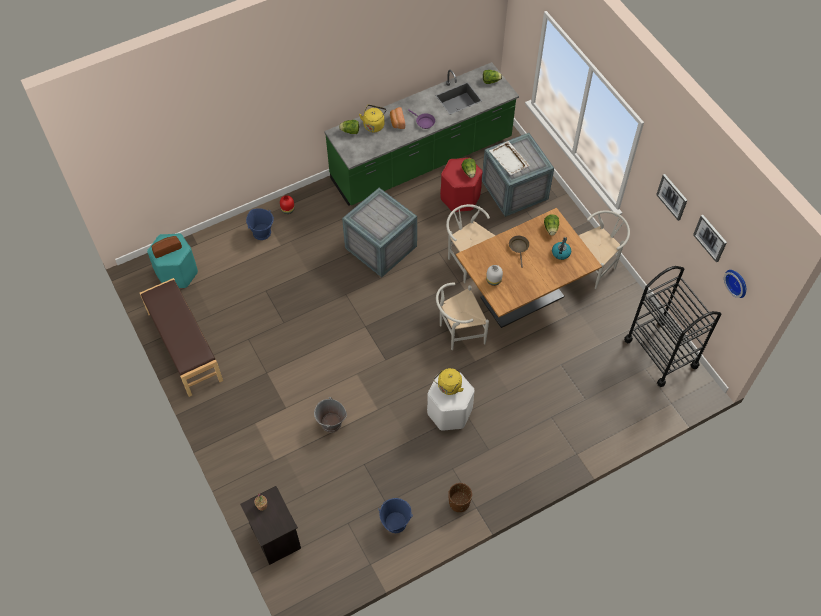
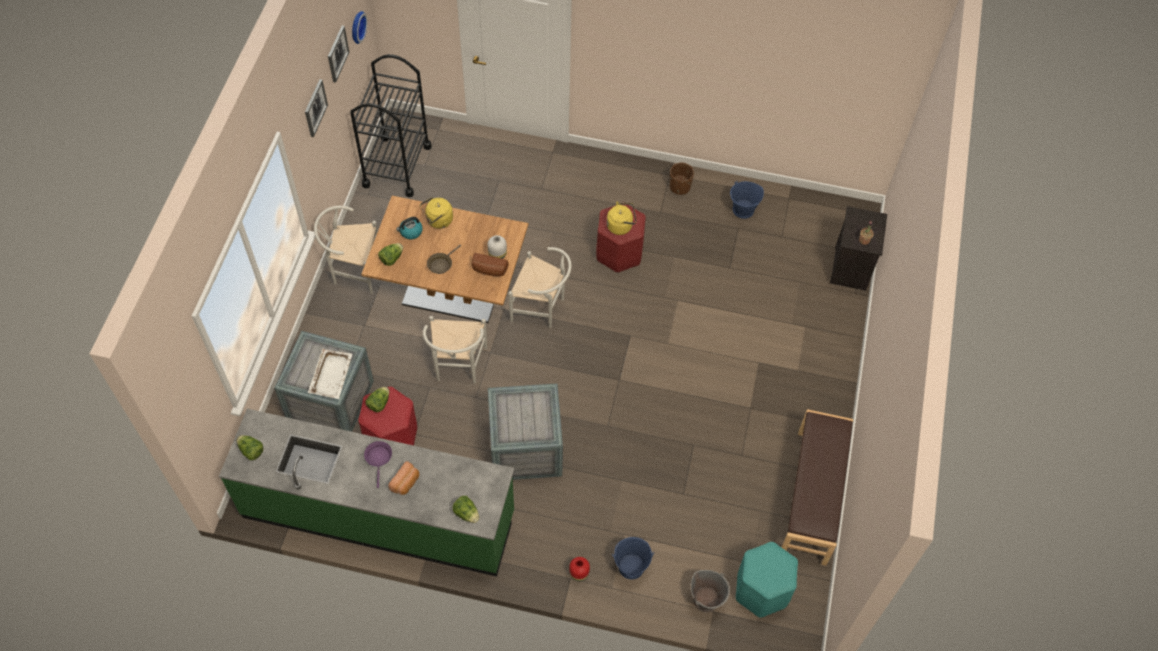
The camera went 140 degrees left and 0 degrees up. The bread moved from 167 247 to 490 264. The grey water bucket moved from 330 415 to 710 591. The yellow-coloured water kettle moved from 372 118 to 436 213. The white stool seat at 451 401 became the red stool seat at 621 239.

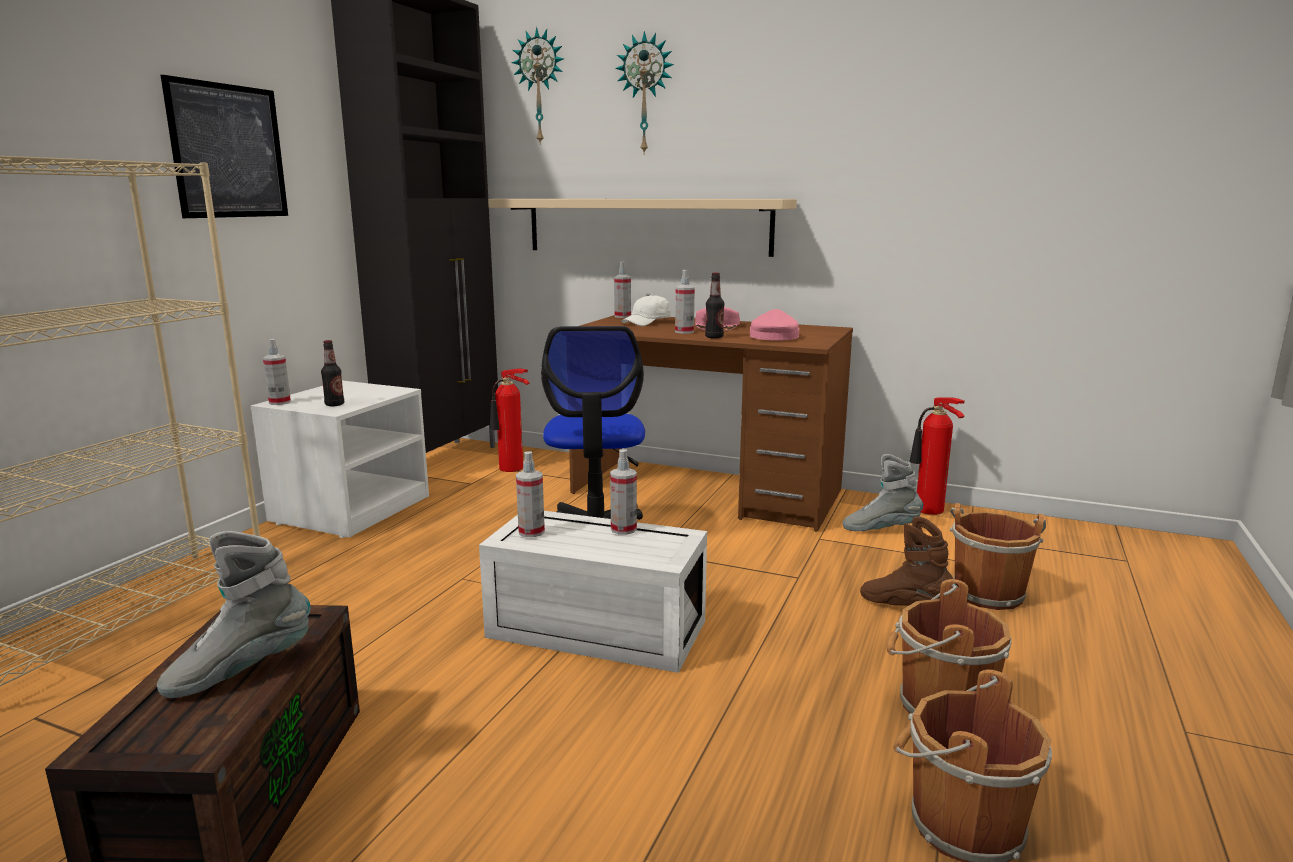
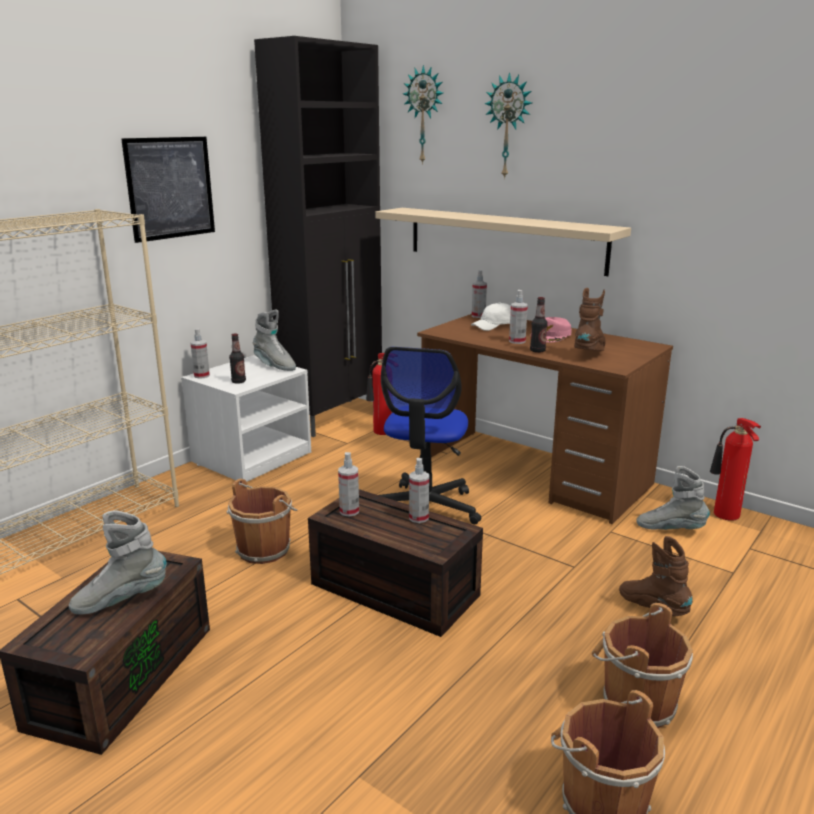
The camera went 15 degrees right and 5 degrees up. The white storage bin at 593 592 became the brown-coloured storage bin at 395 563. The pink peaked cap at 774 325 was replaced by the brown-coloured high-top boot at 590 319. The brown-coloured water bucket moved from 998 556 to 262 521. The grey high-top boot at 274 340 appeared.

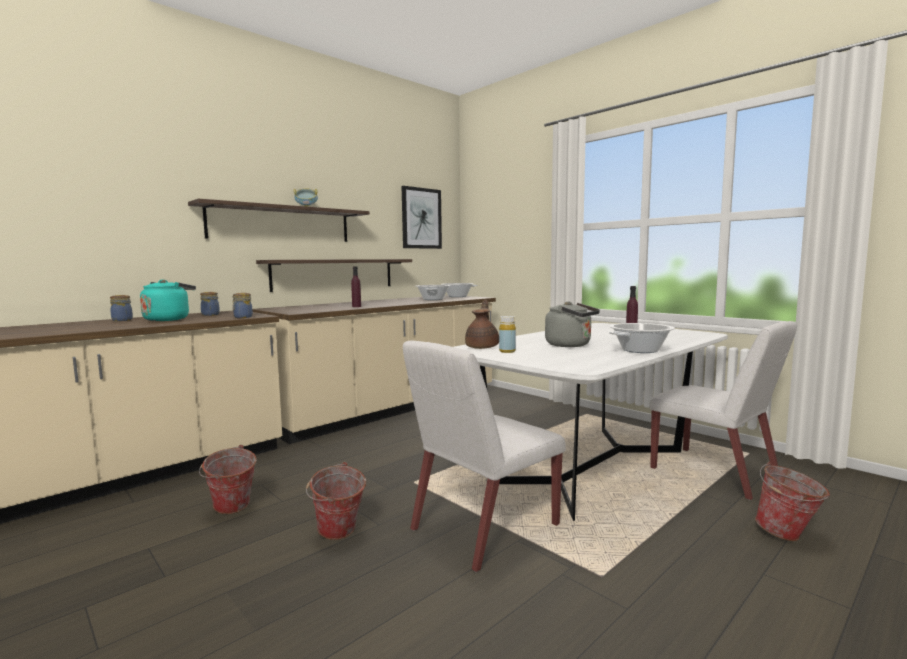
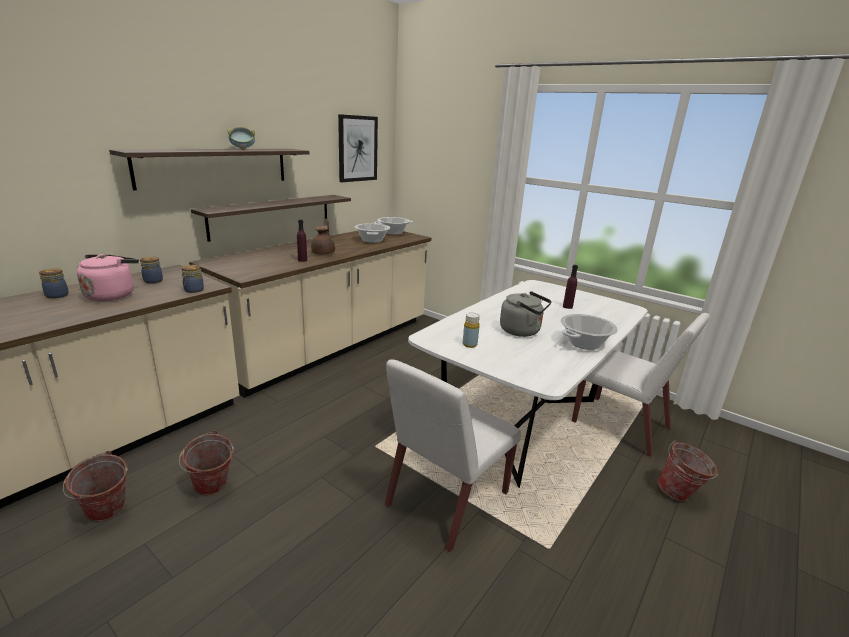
The camera went 10 degrees left and 15 degrees up. The blue-green water kettle at 168 300 became the pink water kettle at 108 277. The water bucket moved from 336 501 to 95 486. The brown-coloured tea pot moved from 482 324 to 323 237.

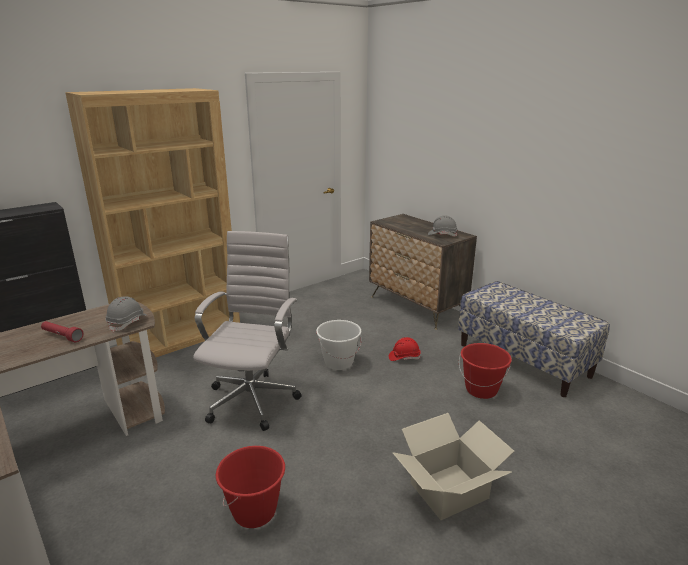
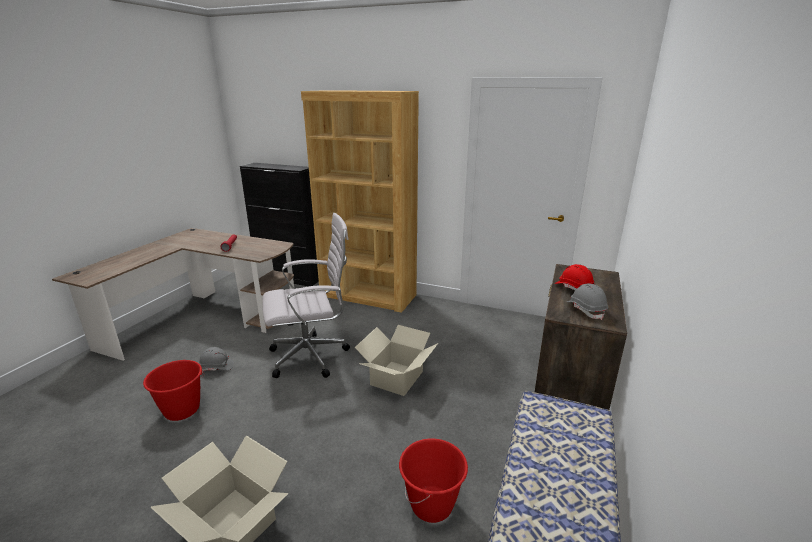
The camera went 60 degrees right and 0 degrees up. The grey hard hat moved from 126 314 to 216 359. The white water bucket at 338 345 was replaced by the cardboard box at 396 360. The red hard hat moved from 405 349 to 574 277.

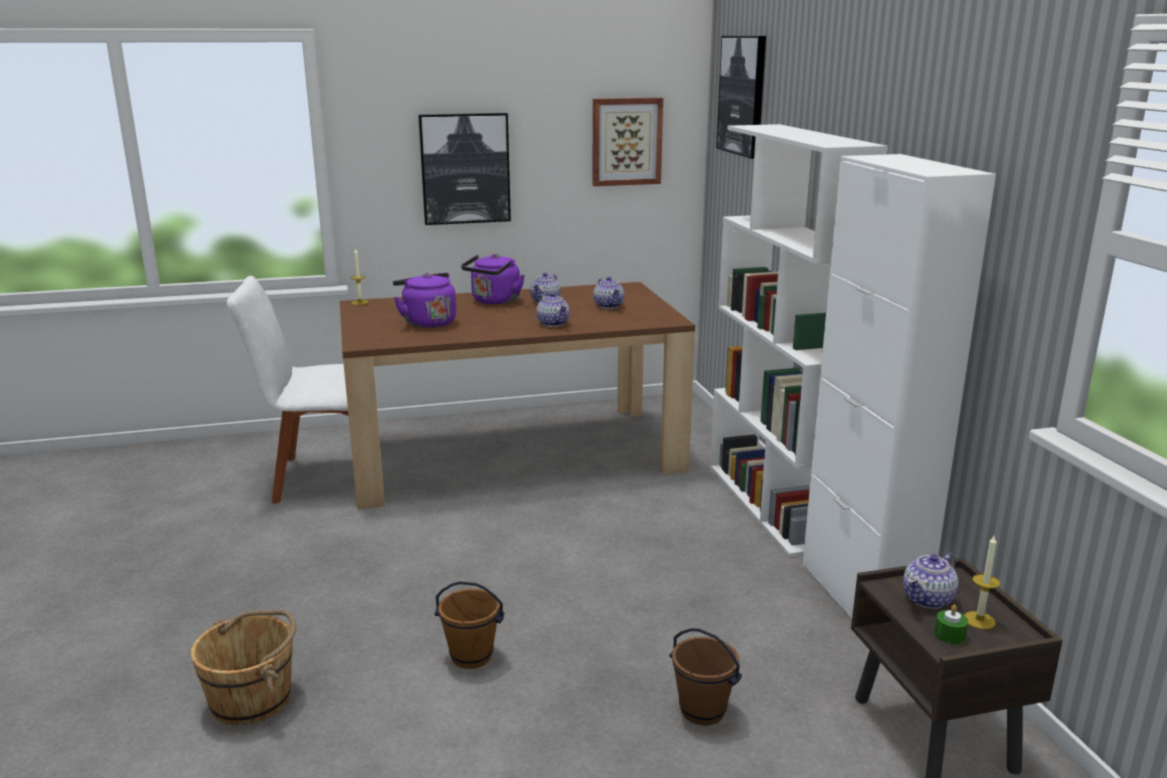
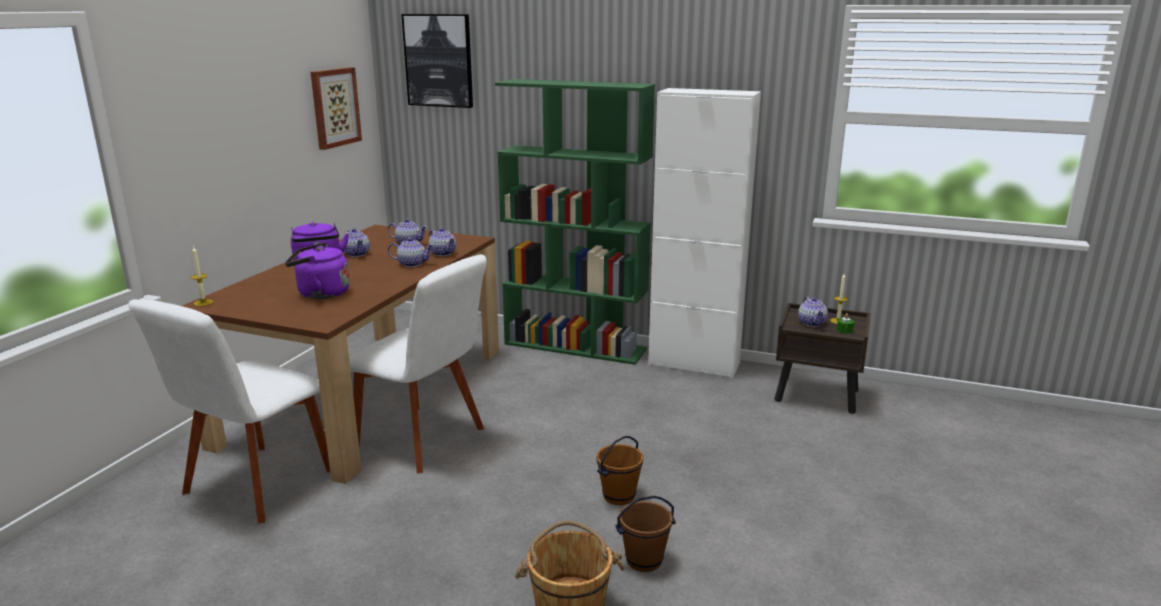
The camera went 55 degrees left and 0 degrees up. The wall art at 464 169 disappeared. The brown-coloured water bucket moved from 705 676 to 645 534. The white bookcase at 799 340 became the greenish bookcase at 575 222. The white chair at 417 364 appeared. The tea pot at 442 242 appeared.

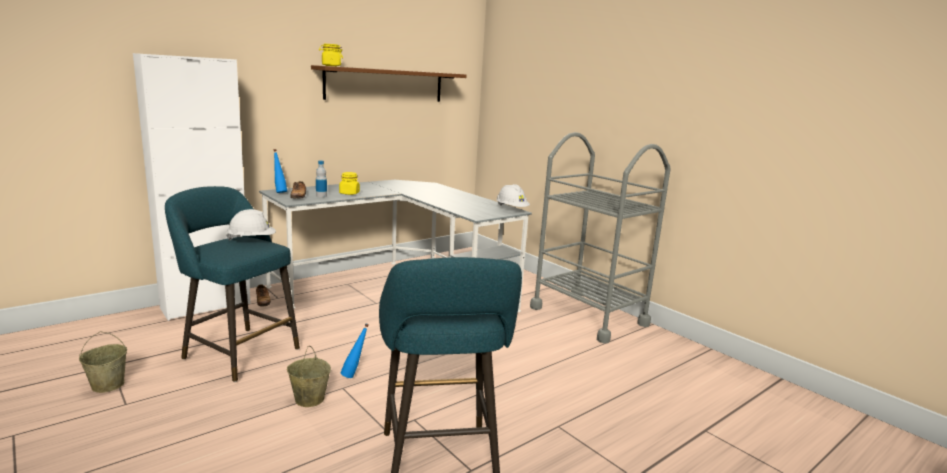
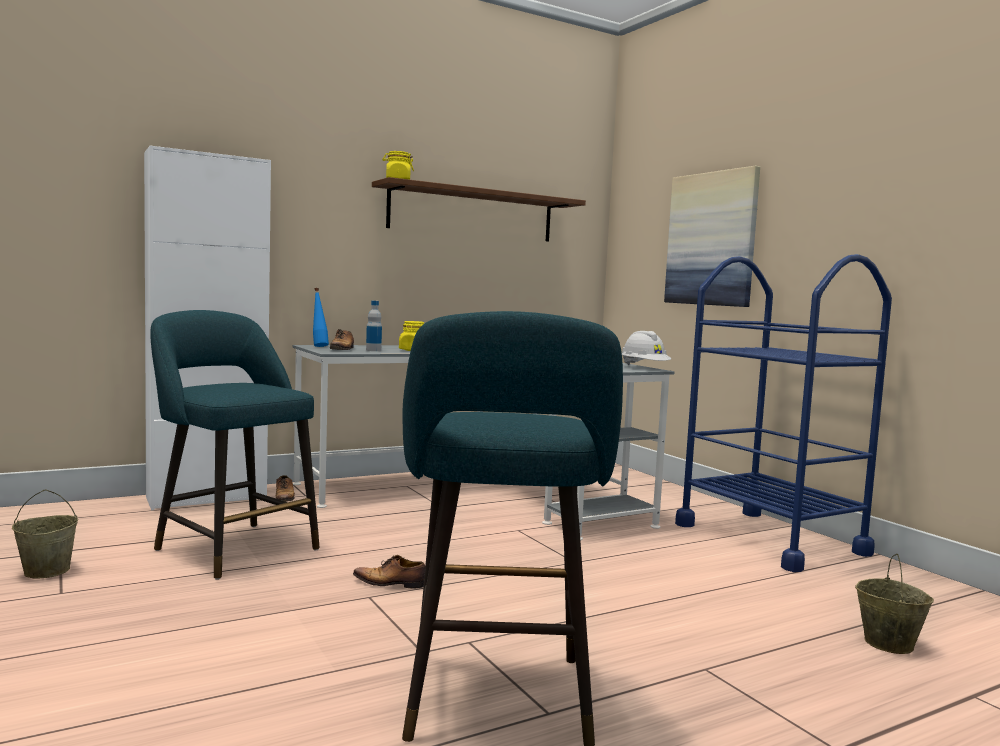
The camera went 10 degrees right and 10 degrees down. The white hard hat at 251 224 disappeared. The sand-coloured water bucket moved from 309 376 to 894 604. The blue drink bottle at 355 350 was replaced by the low shoe at 389 572. The grey wheeled cart at 600 238 became the blue wheeled cart at 783 413. The wall art at 712 236 appeared.

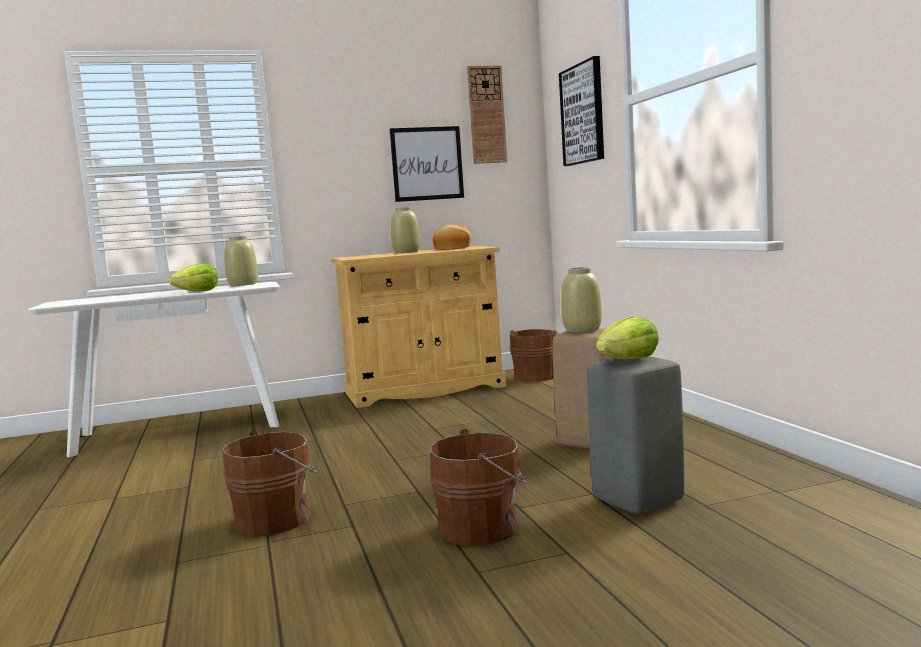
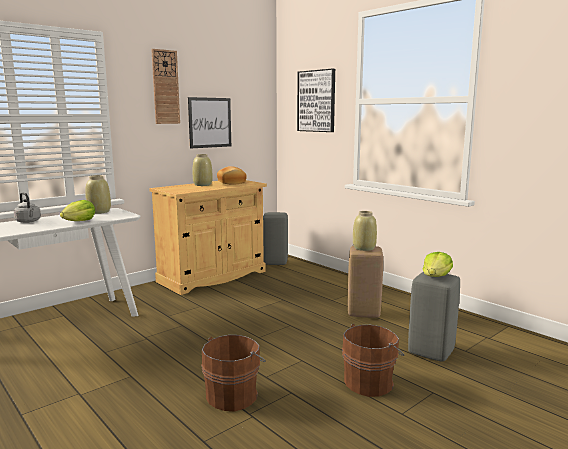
The camera went 25 degrees left and 5 degrees up. The clock on the wall moved from 487 115 to 165 86. The brown-coloured water bucket at 534 355 was replaced by the grey stool seat at 275 238. The grey water kettle at 27 207 appeared.

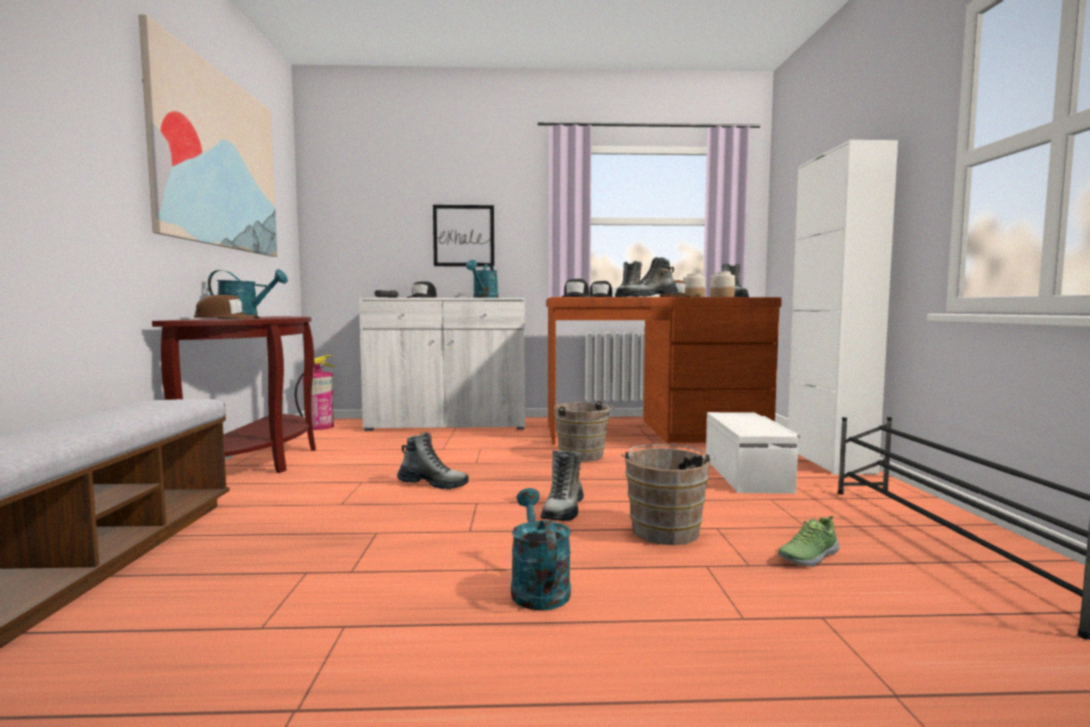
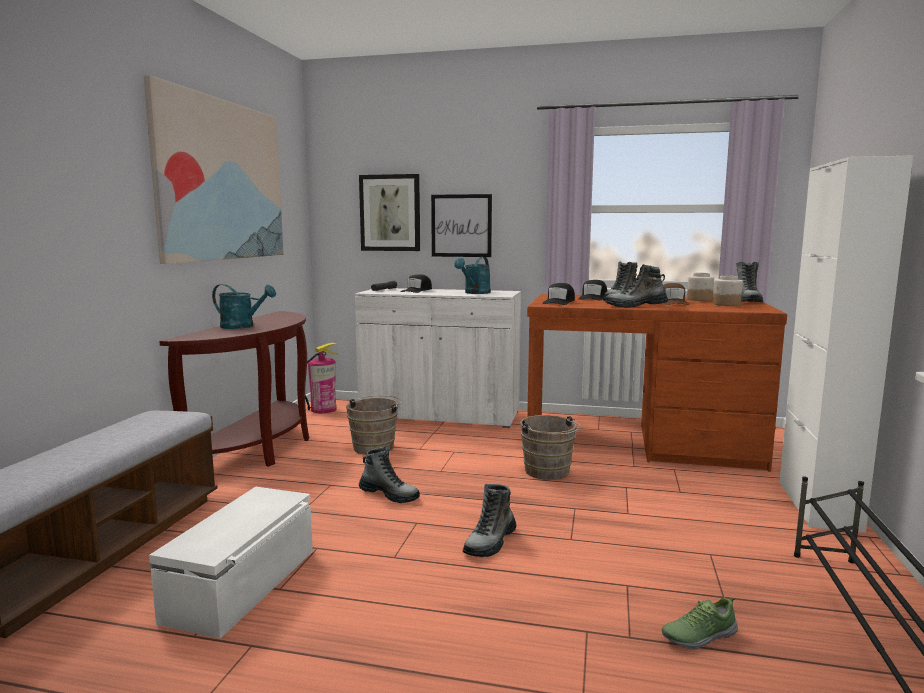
The camera went 15 degrees right and 5 degrees up. The brown-coloured peaked cap at 227 307 disappeared. The blue-green watering pot at 541 549 disappeared. The brown-coloured water bucket moved from 668 494 to 374 425. The white storage bin moved from 753 453 to 231 563. The wall art at 389 212 appeared.

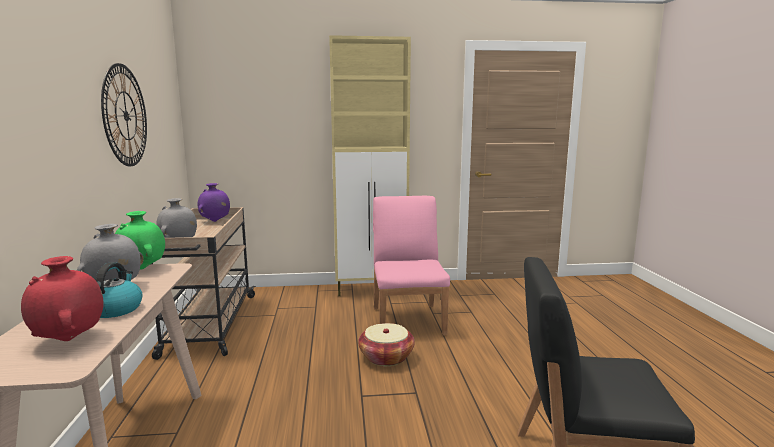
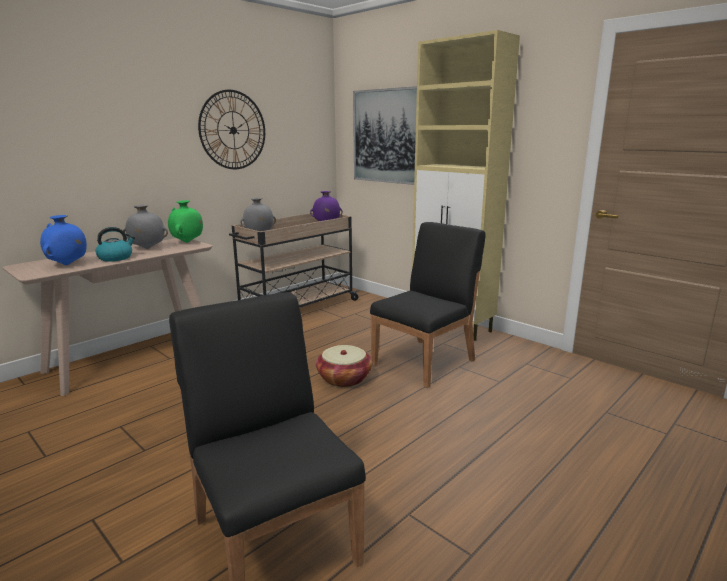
The camera went 50 degrees right and 5 degrees up. The red flower vase at 62 298 became the blue flower vase at 63 240. The pink chair at 411 266 became the blackish chair at 428 305. The wall art at 385 135 appeared.

